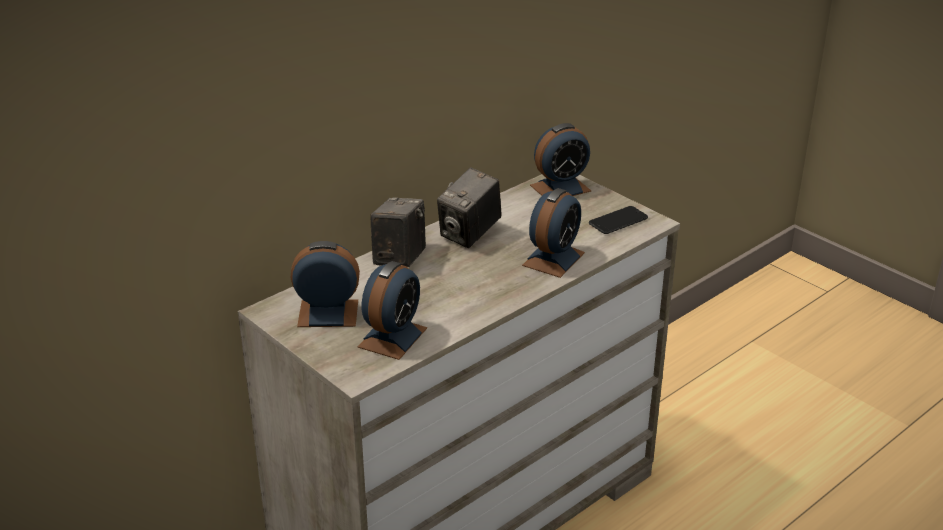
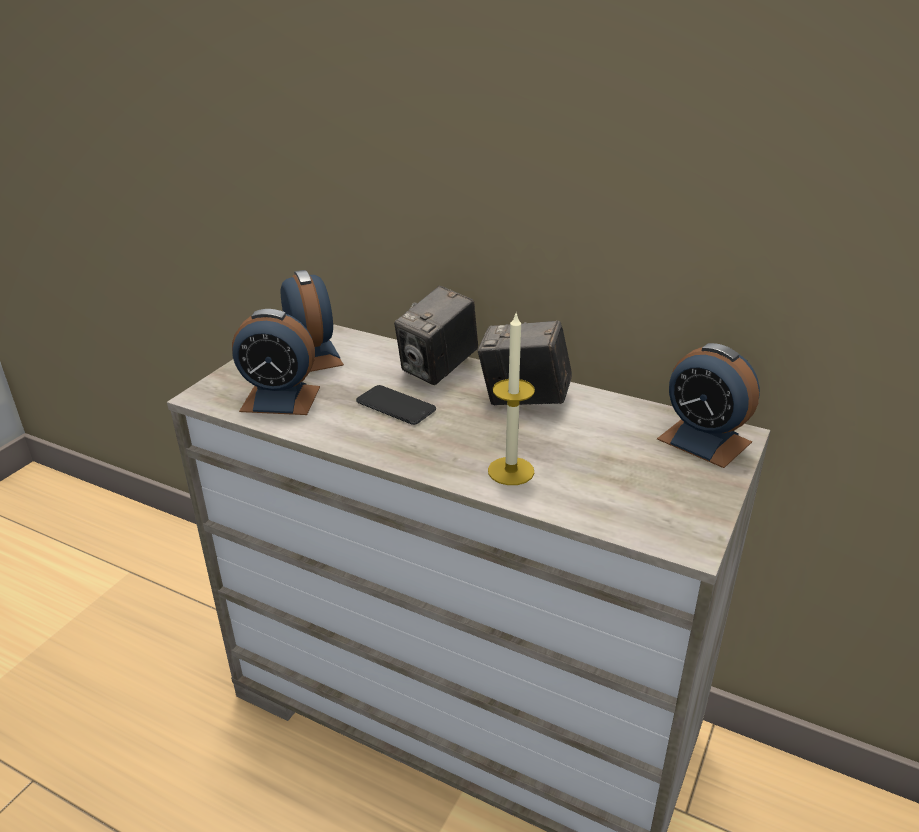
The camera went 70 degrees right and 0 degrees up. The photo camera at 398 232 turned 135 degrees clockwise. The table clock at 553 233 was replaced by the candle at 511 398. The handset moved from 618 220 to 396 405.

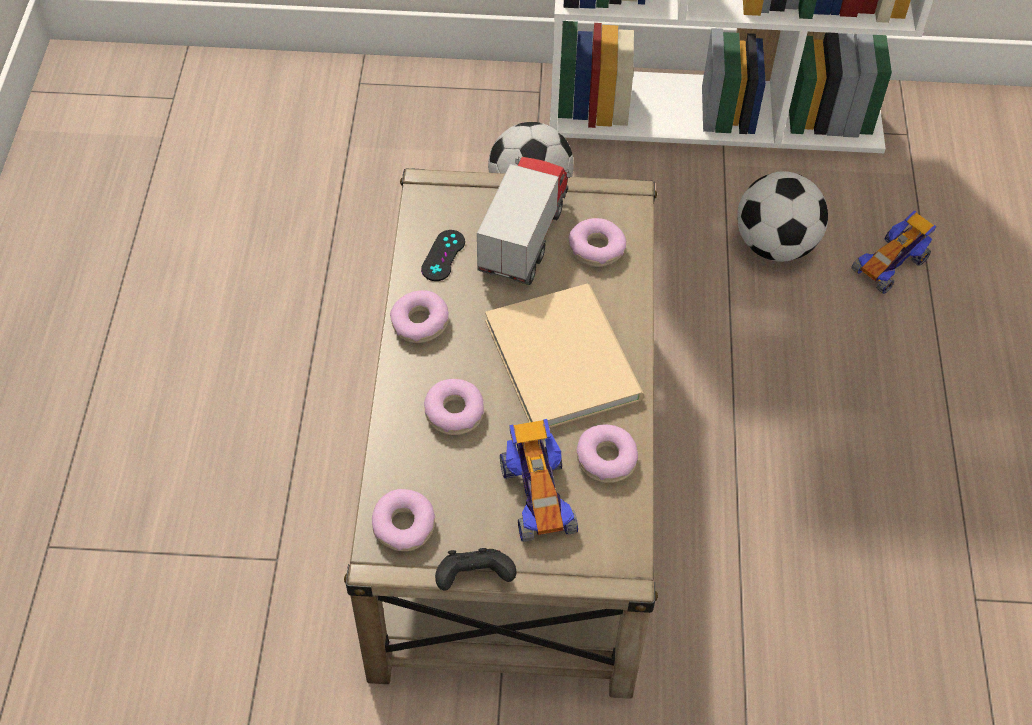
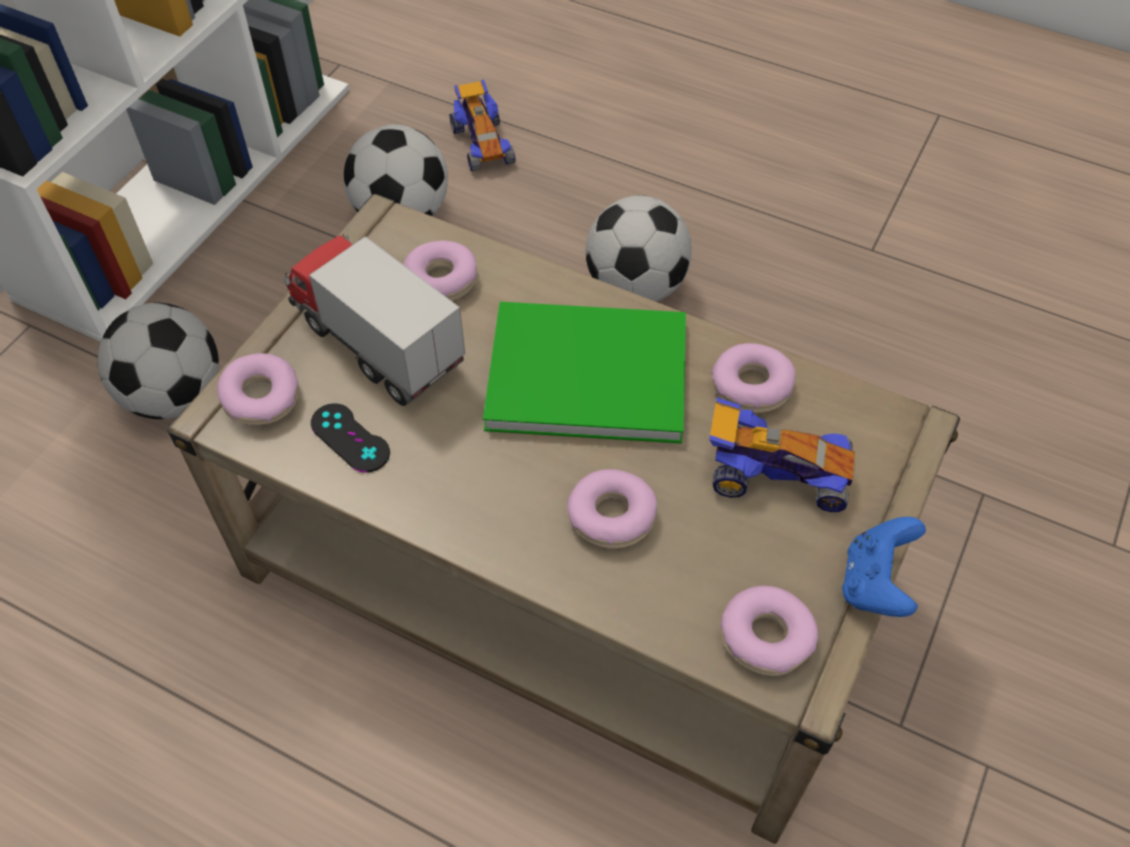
The camera went 65 degrees left and 0 degrees up. The donut moved from 419 316 to 258 389. The blackish game controller at 475 569 became the blue game controller at 884 567. The sand-coloured volume at 564 355 became the greenish volume at 584 372. The football at 638 248 appeared.

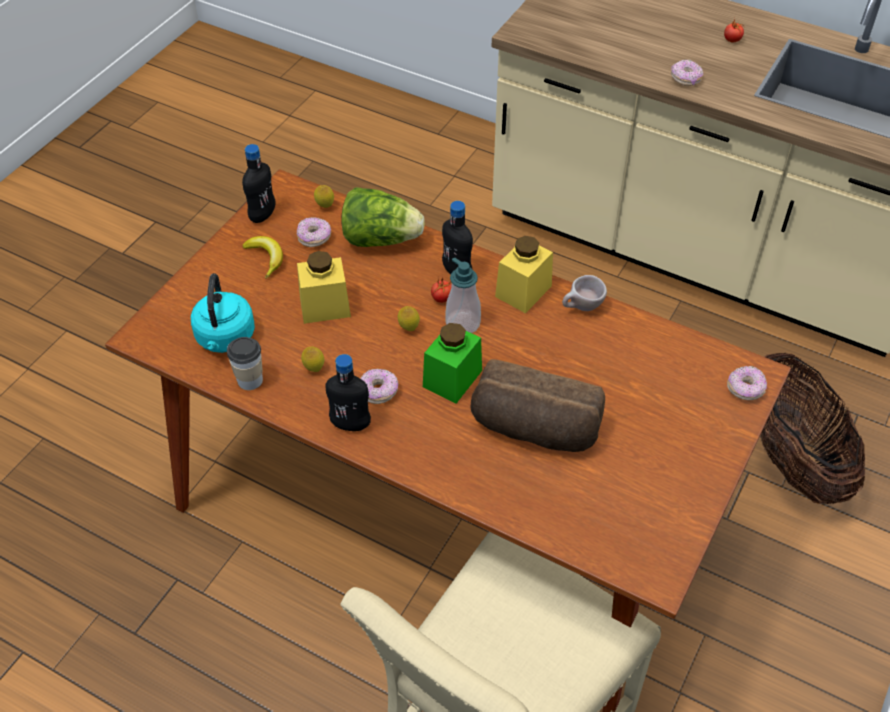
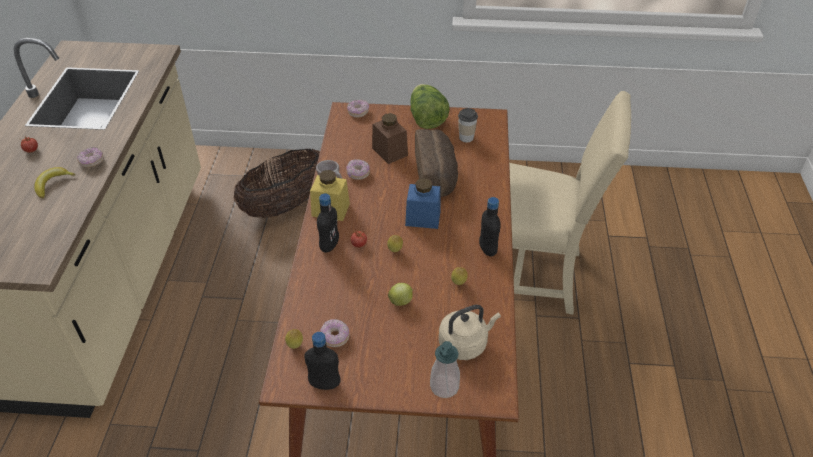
The camera went 115 degrees left and 5 degrees down. The blue-green water kettle at 223 313 became the sand-coloured water kettle at 470 332. The drinking cup moved from 245 363 to 468 125. The whole banana moved from 262 257 to 55 182. The yellow-coloured jar at 324 287 was replaced by the apple at 400 294. The lettuce head moved from 383 217 to 429 106. The donut moved from 380 386 to 358 169. The greenish jar at 452 363 became the blue jar at 423 203. The liquid soap bottle moved from 463 295 to 445 369. The brown-coloured jar at 390 138 appeared.

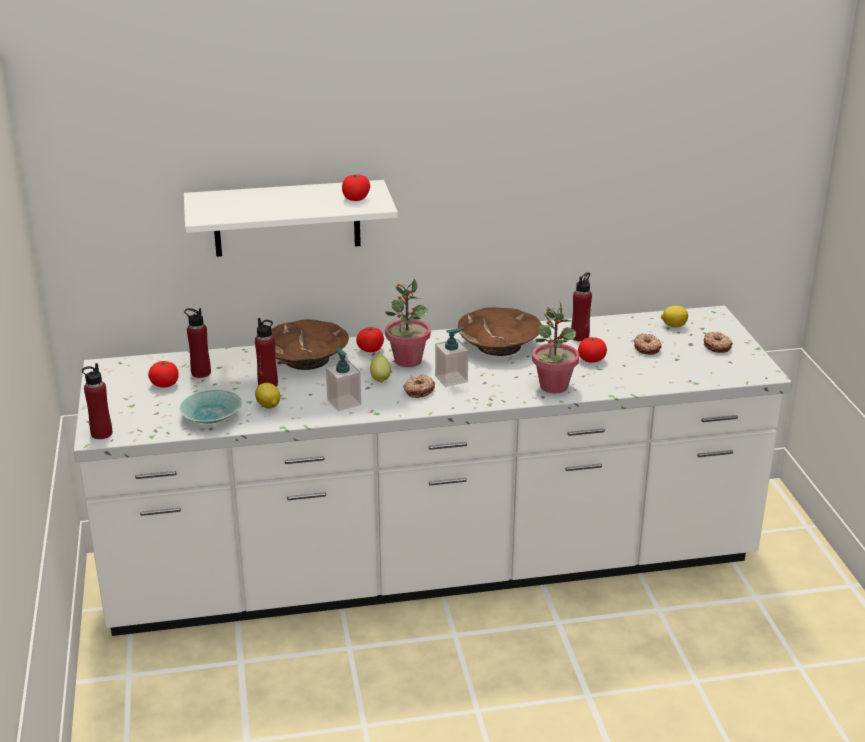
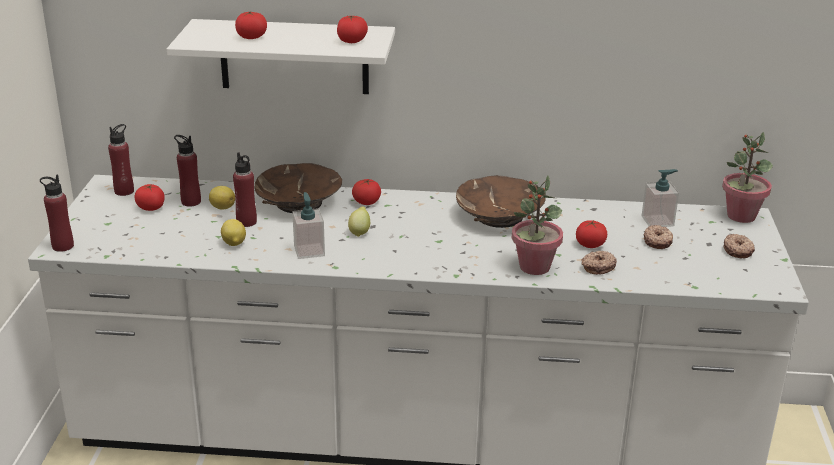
The camera went 15 degrees right and 0 degrees up. The blue-green serving bowl at 210 407 disappeared. The plant in a pot moved from 408 323 to 747 177. The donut moved from 419 386 to 599 263. The liquid soap bottle moved from 451 357 to 660 198. The red drink bottle moved from 581 306 to 121 160. The lemon moved from 674 316 to 222 198. The fresh tomato at 251 25 appeared.

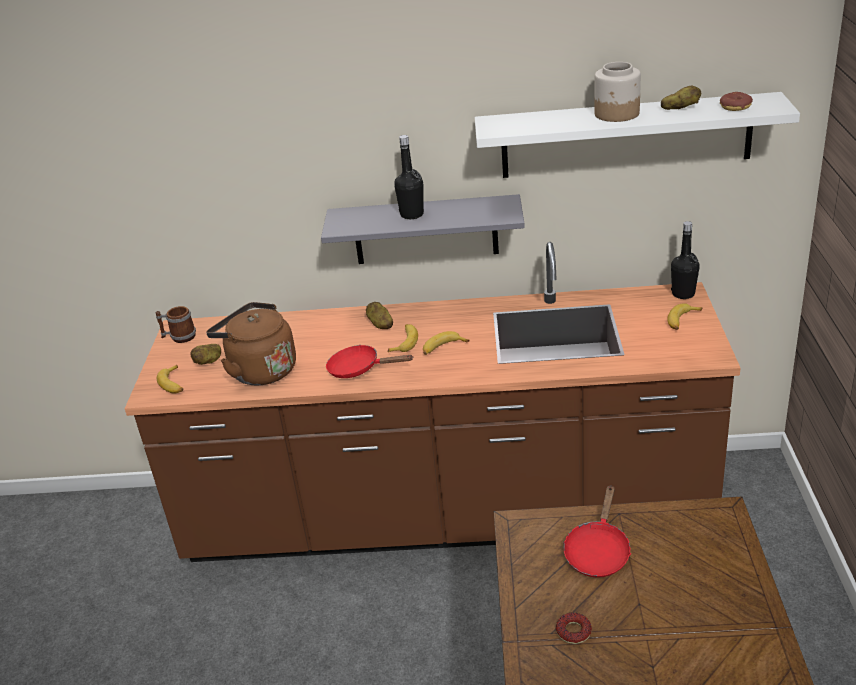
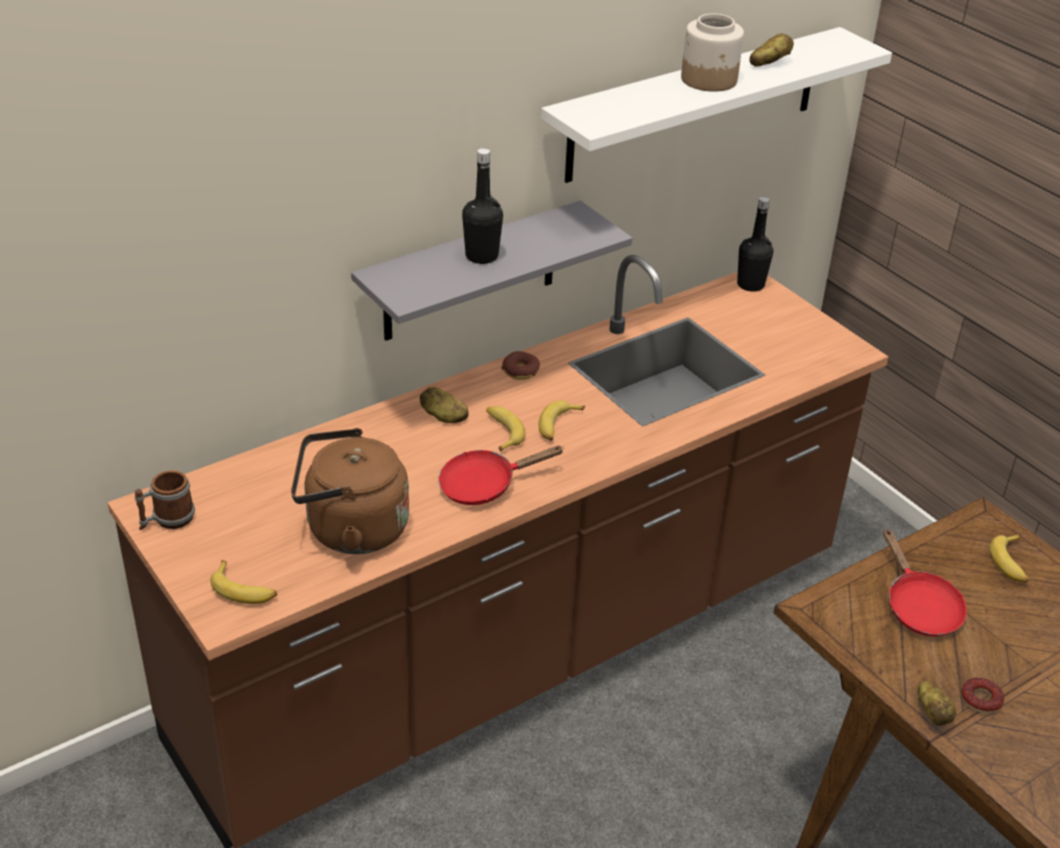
The camera went 40 degrees left and 5 degrees up. The spud moved from 205 354 to 937 703. The whole banana moved from 685 316 to 1009 558. The donut moved from 736 101 to 521 365.

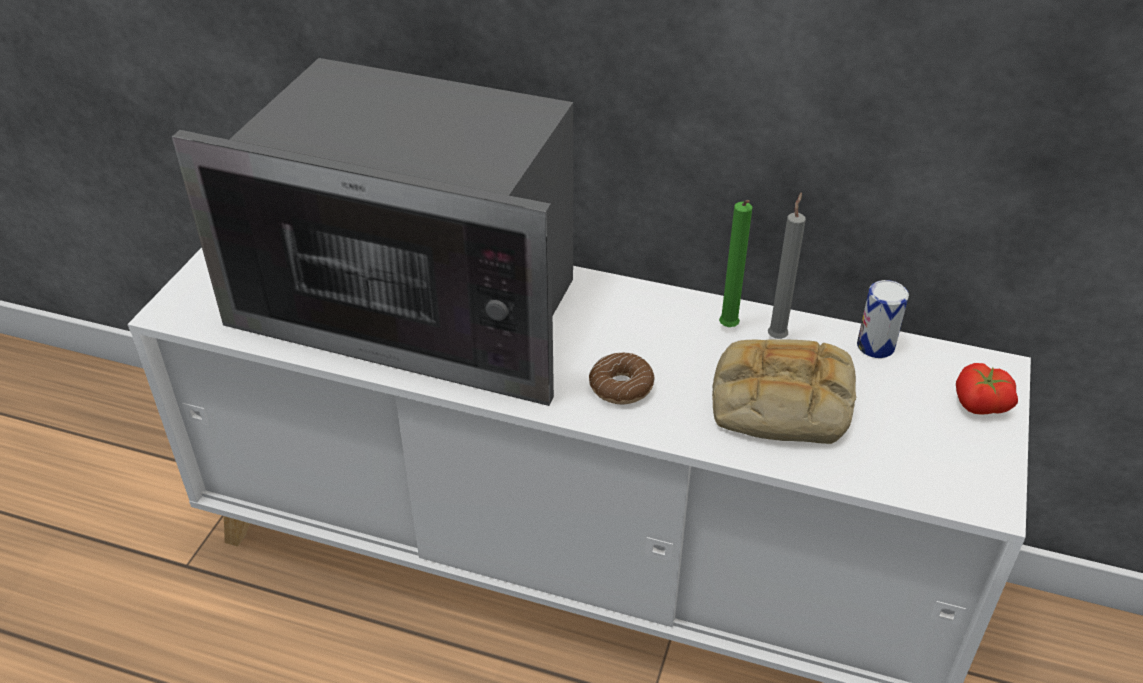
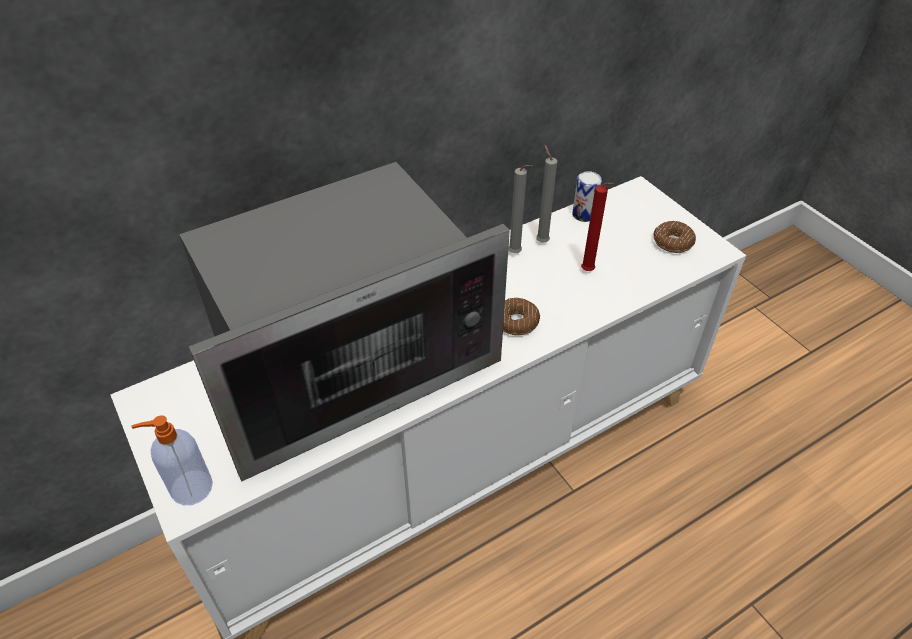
The camera went 50 degrees left and 5 degrees up. The bread at 784 391 was replaced by the red candle at 597 227. The greenish candle at 736 263 became the grey candle at 520 209. The fresh tomato at 987 389 disappeared. The liquid soap bottle at 172 460 appeared. The donut at 674 237 appeared.

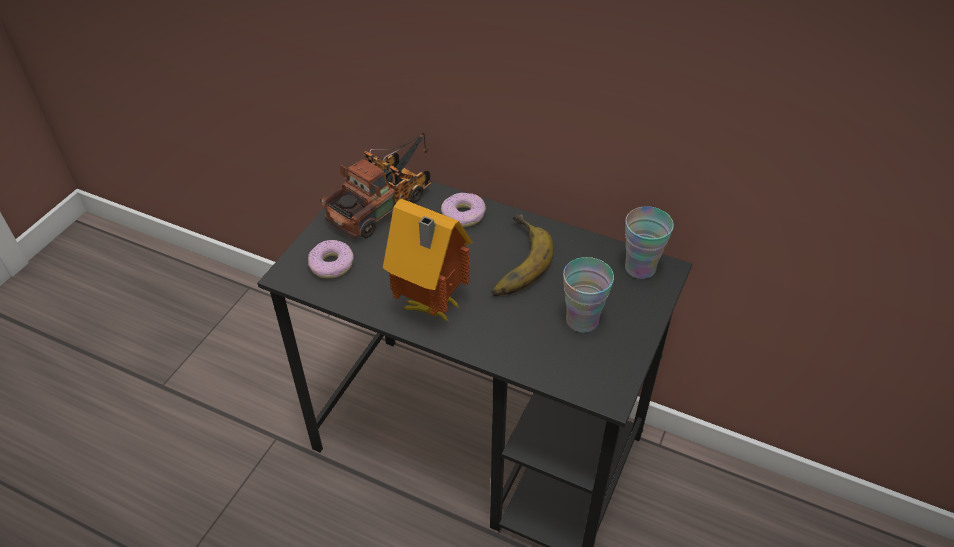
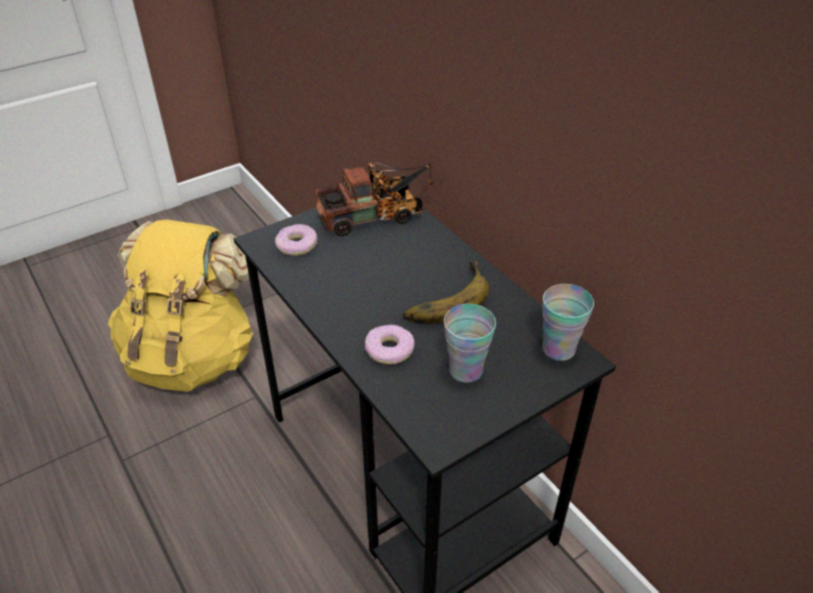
The camera went 30 degrees right and 5 degrees down. The miniature house at 428 260 disappeared. The donut moved from 463 210 to 390 344. The yellow-coloured rucksack at 181 305 appeared.

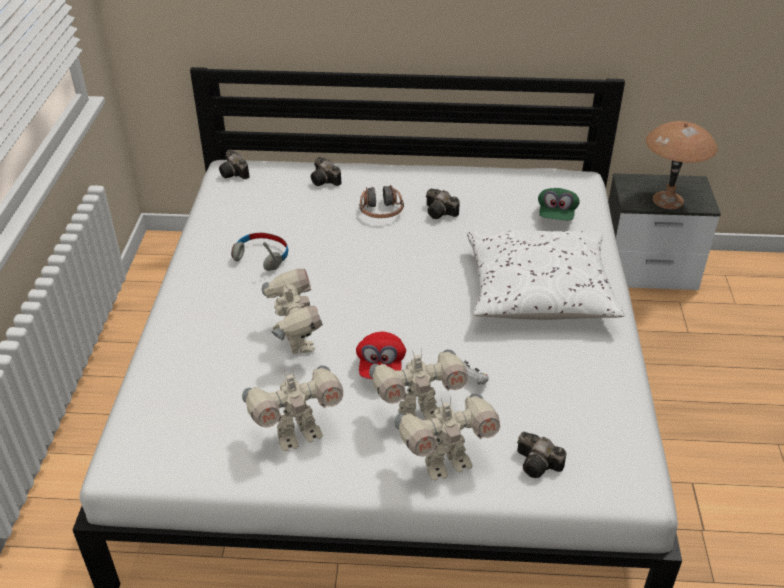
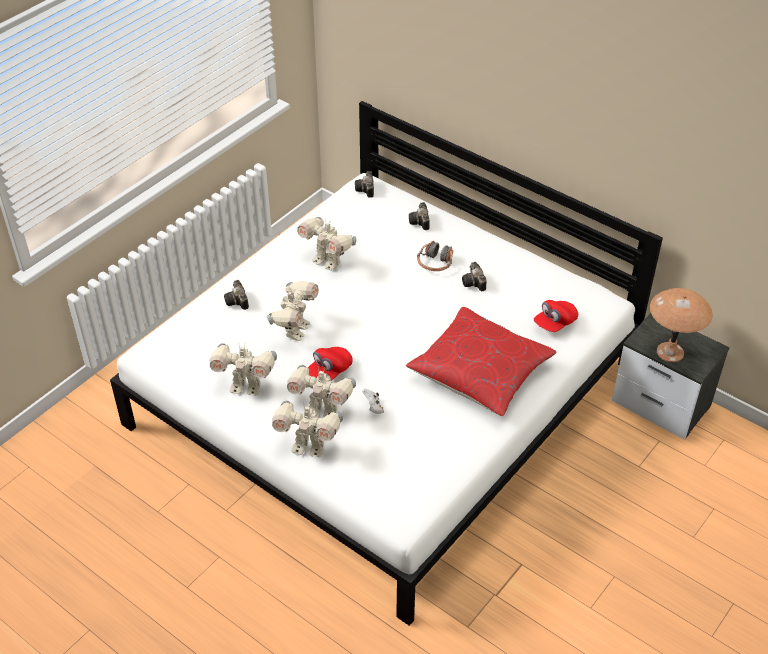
The camera went 35 degrees right and 5 degrees up. The grey headphones at 259 252 was replaced by the robot figure at 326 244. The white throw pillow at 546 275 became the red throw pillow at 481 361. The photo camera moved from 542 455 to 236 295. The greenish peaked cap at 559 204 became the red peaked cap at 556 316.

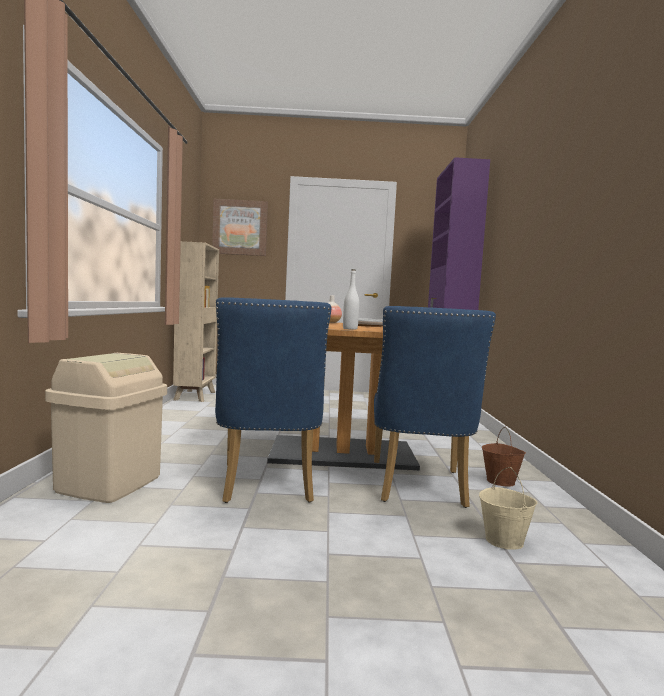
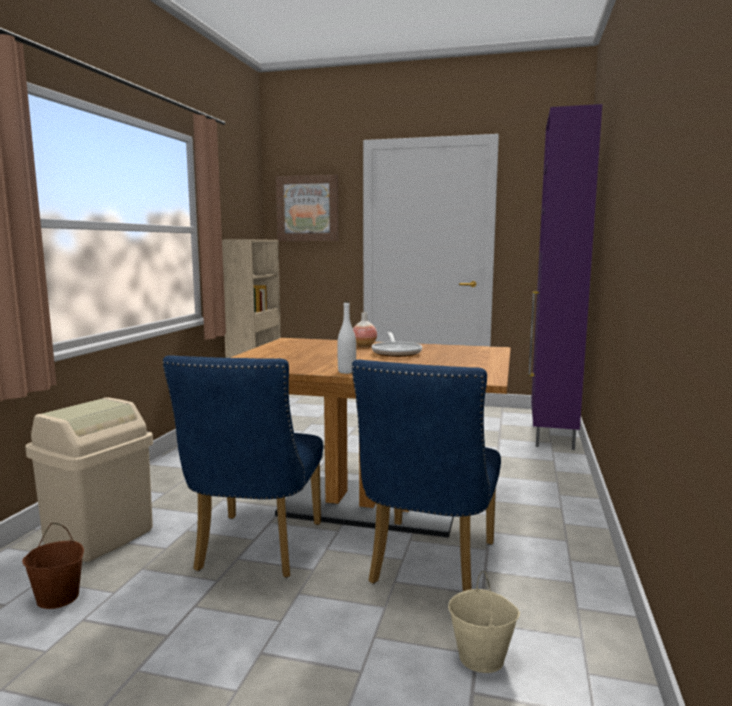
The camera went 15 degrees right and 5 degrees up. The brown-coloured water bucket moved from 504 457 to 53 566.

